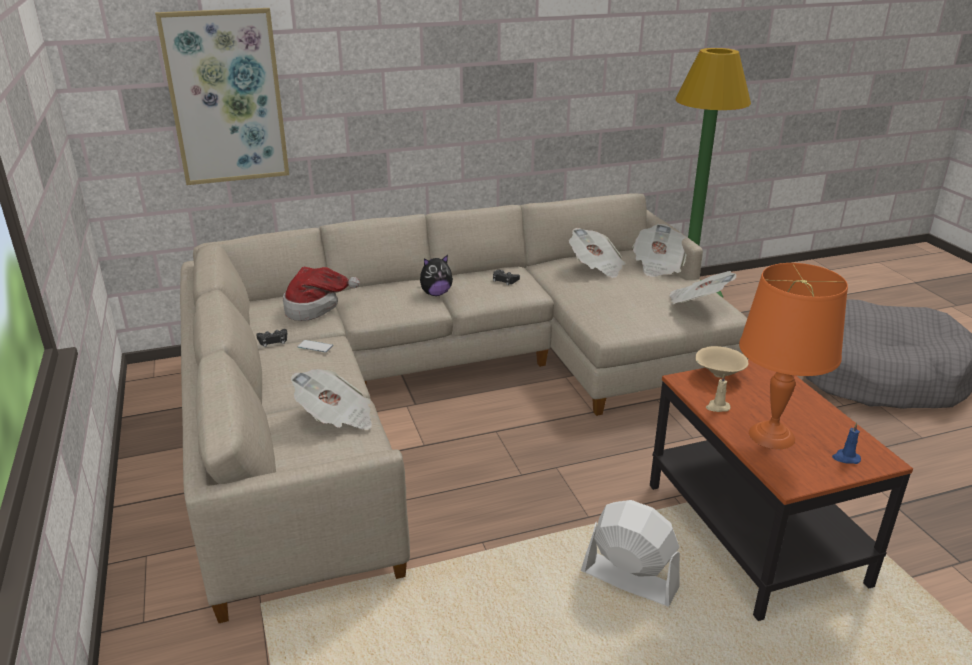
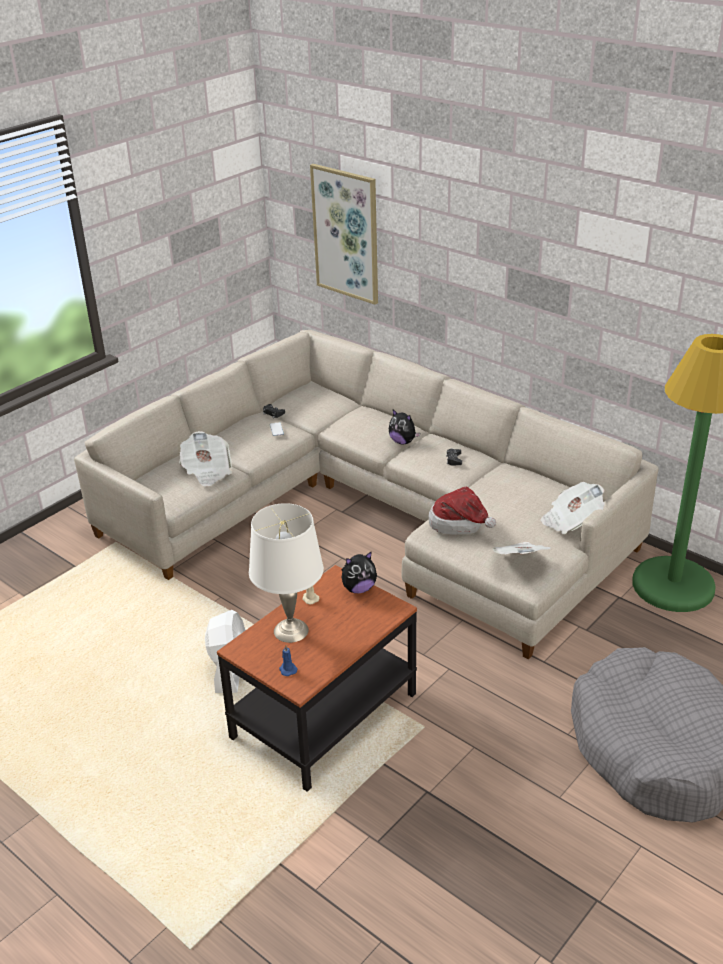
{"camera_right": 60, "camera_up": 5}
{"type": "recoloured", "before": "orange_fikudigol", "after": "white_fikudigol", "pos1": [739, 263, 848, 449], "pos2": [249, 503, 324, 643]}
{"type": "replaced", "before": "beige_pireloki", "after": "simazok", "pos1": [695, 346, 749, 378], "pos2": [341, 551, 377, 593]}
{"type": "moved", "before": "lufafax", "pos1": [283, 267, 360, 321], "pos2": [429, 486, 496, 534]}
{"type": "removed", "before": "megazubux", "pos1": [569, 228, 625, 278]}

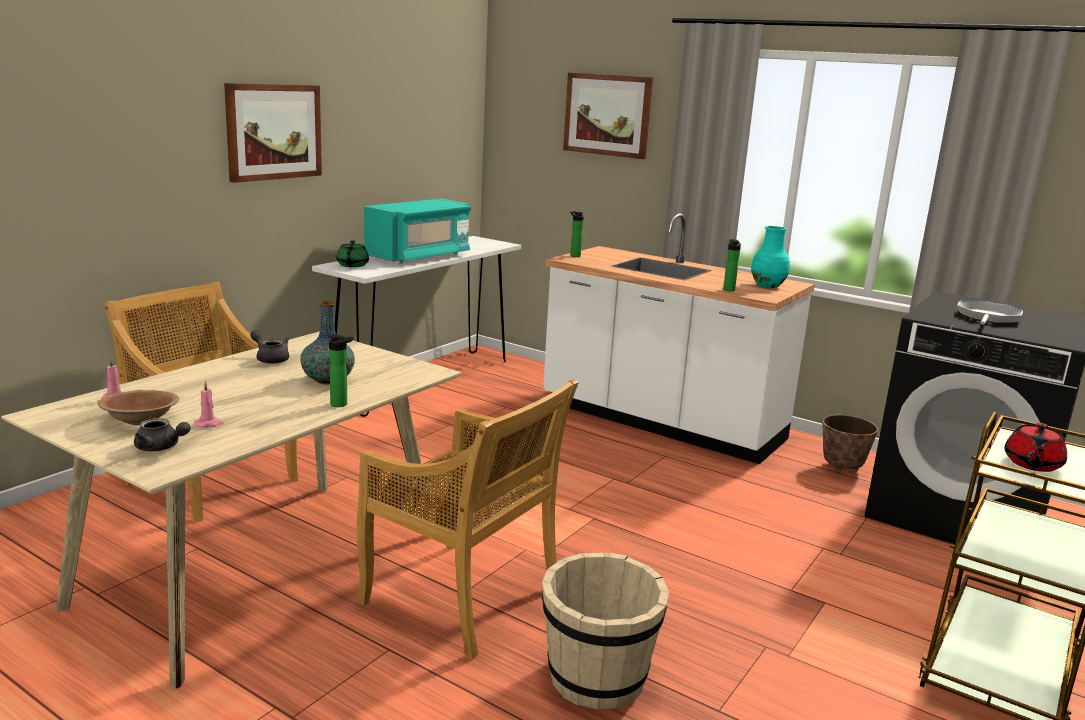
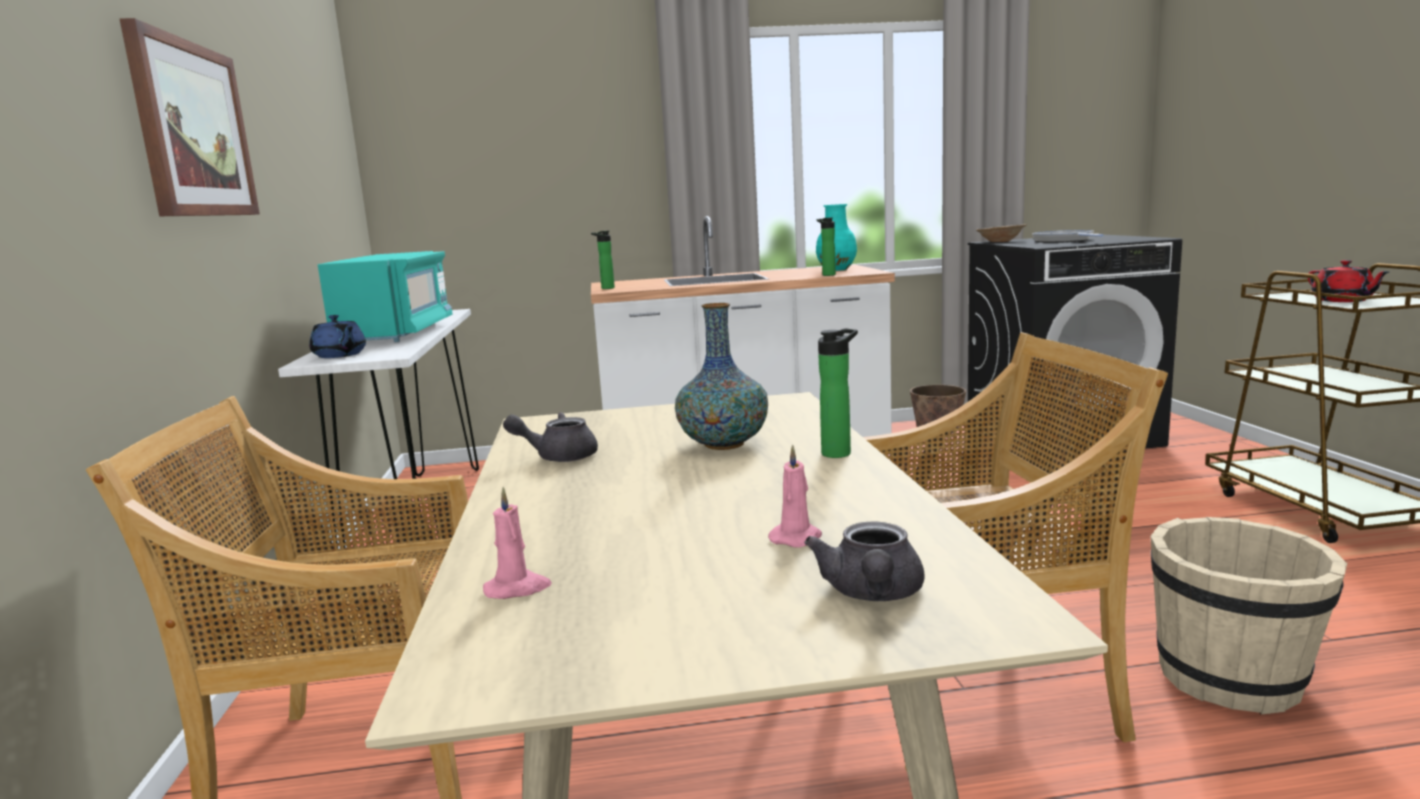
{"camera_right": -40, "camera_up": -5}
{"type": "recoloured", "before": "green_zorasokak", "after": "blue_zorasokak", "pos1": [336, 240, 369, 267], "pos2": [309, 315, 366, 358]}
{"type": "turned", "before": "grey_zorasokak", "pos1": [134, 418, 191, 451], "pos2": [804, 521, 924, 601], "turn": 120}
{"type": "moved", "before": "brown_pireloki", "pos1": [98, 390, 179, 425], "pos2": [976, 224, 1027, 242]}
{"type": "removed", "before": "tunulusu", "pos1": [563, 73, 653, 159]}

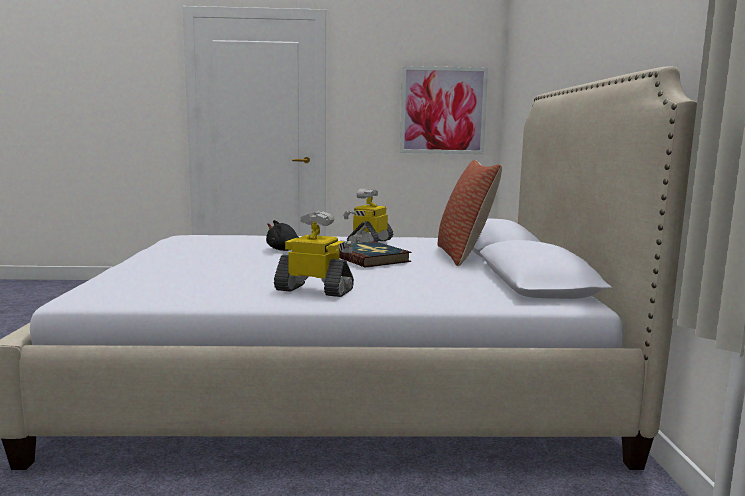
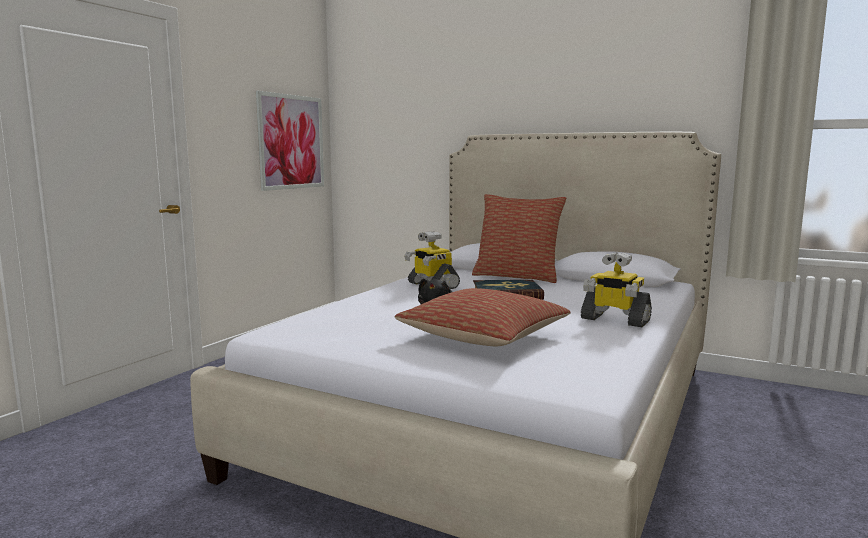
{"camera_right": -60, "camera_up": 0}
{"type": "added", "after": "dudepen", "pos2": [395, 288, 570, 346]}
{"type": "turned", "before": "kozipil", "pos1": [274, 211, 354, 297], "pos2": [581, 252, 652, 327], "turn": -105}

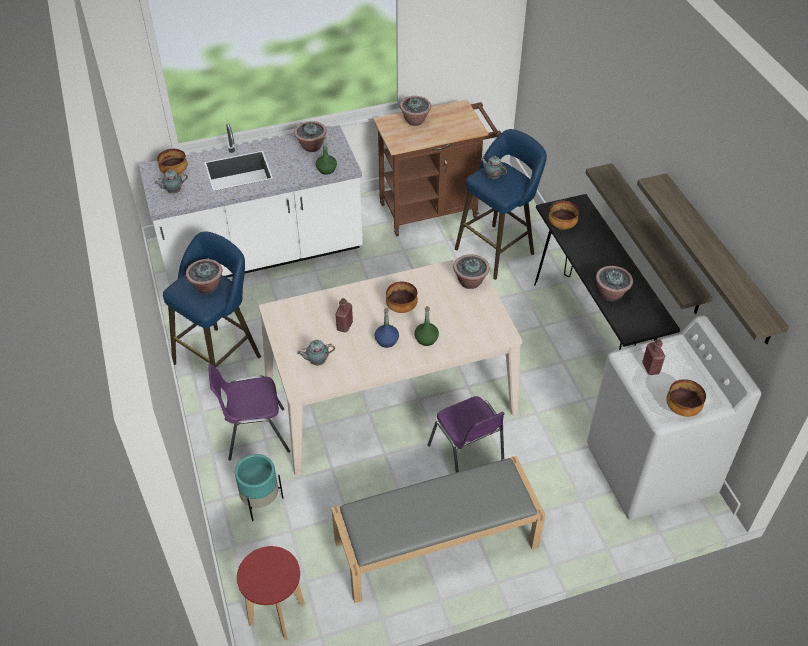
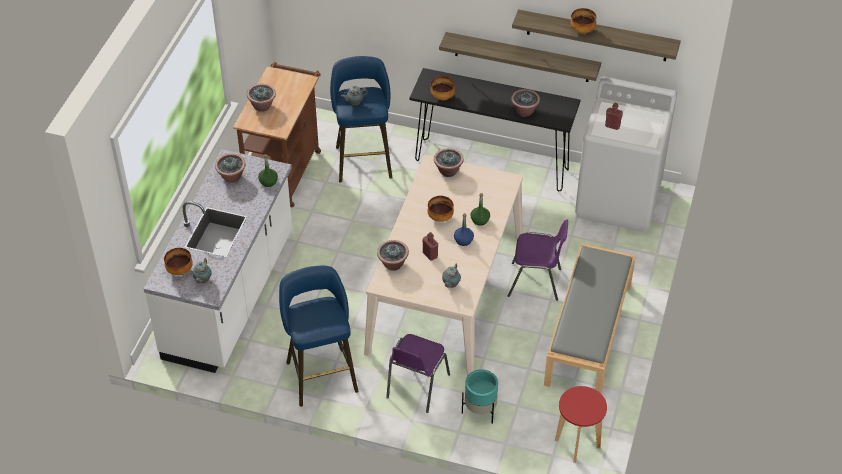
{"camera_right": -55, "camera_up": 0}
{"type": "moved", "before": "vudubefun", "pos1": [186, 259, 222, 294], "pos2": [377, 240, 409, 271]}
{"type": "moved", "before": "pireloki", "pos1": [666, 379, 706, 417], "pos2": [570, 8, 597, 34]}

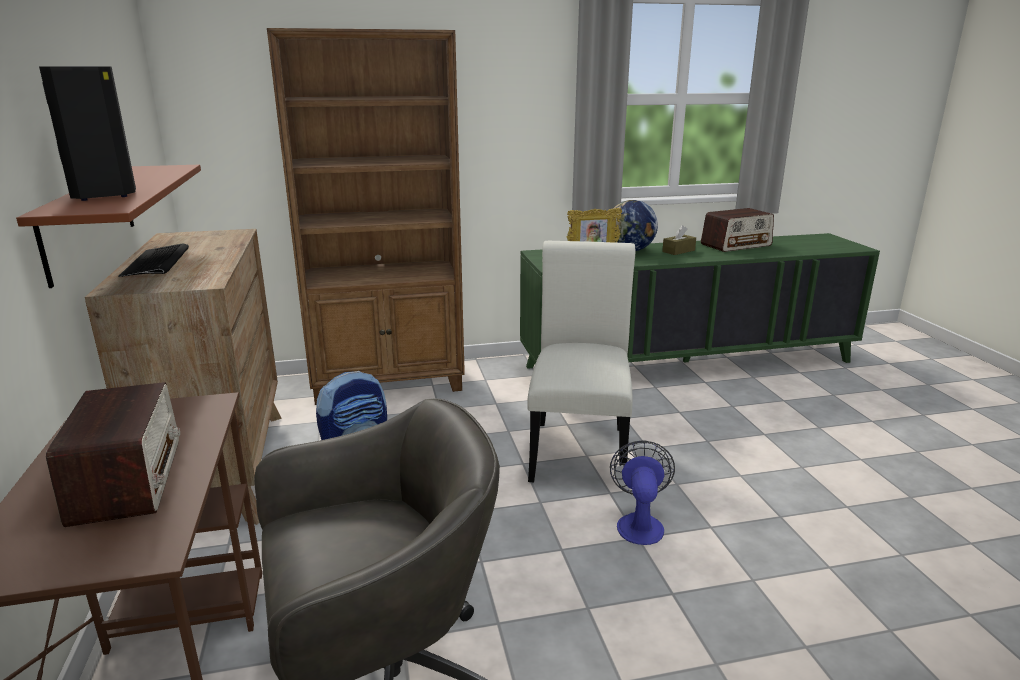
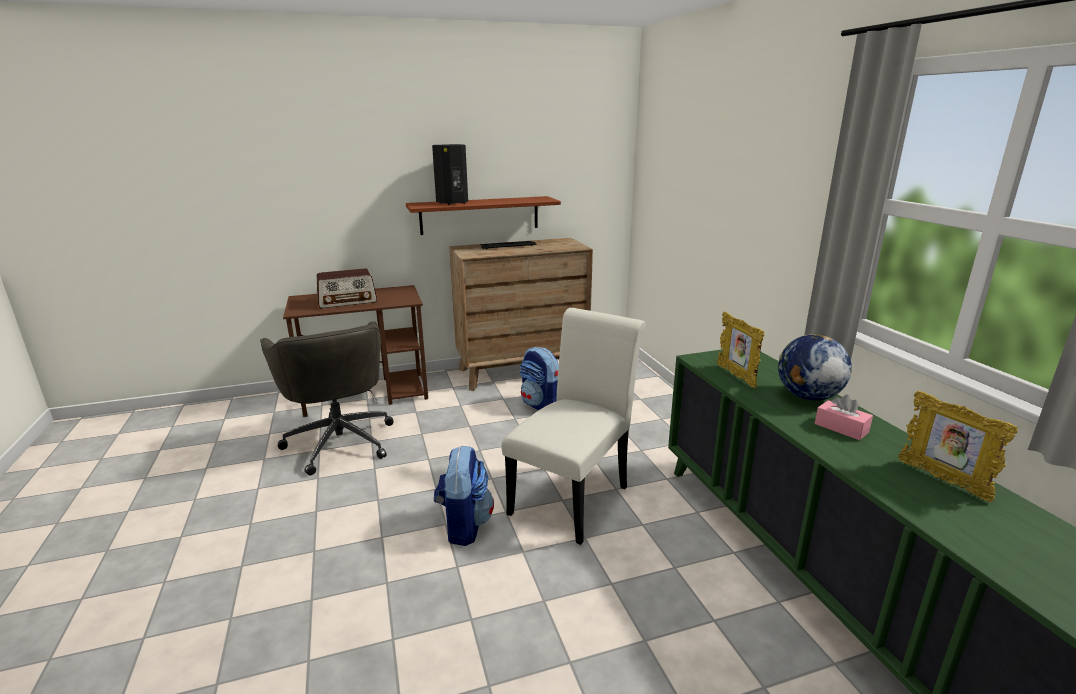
{"camera_right": 85, "camera_up": 0}
{"type": "replaced", "before": "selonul", "after": "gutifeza", "pos1": [610, 441, 675, 545], "pos2": [434, 445, 494, 546]}
{"type": "turned", "before": "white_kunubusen", "pos1": [527, 241, 635, 482], "pos2": [501, 308, 646, 545], "turn": -60}
{"type": "recoloured", "before": "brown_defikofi", "after": "pink_defikofi", "pos1": [662, 225, 696, 255], "pos2": [815, 395, 873, 440]}
{"type": "replaced", "before": "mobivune", "after": "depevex", "pos1": [701, 208, 774, 252], "pos2": [898, 391, 1018, 502]}
{"type": "removed", "before": "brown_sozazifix", "pos1": [267, 28, 465, 405]}

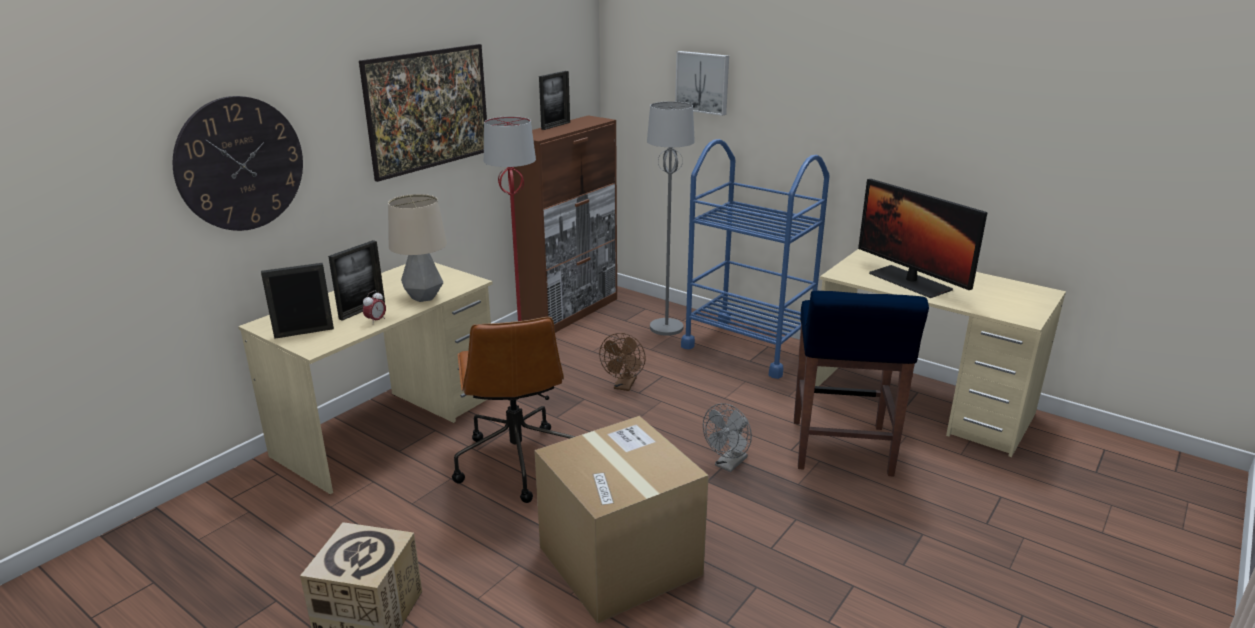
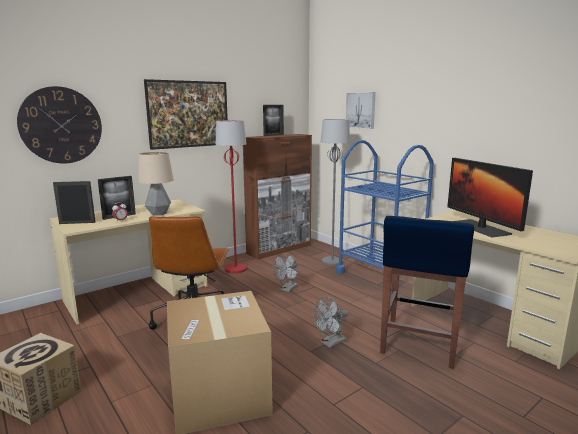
{"camera_right": 15, "camera_up": -10}
{"type": "recoloured", "before": "brown_selonul", "after": "grey_selonul", "pos1": [599, 333, 646, 391], "pos2": [273, 253, 299, 292]}

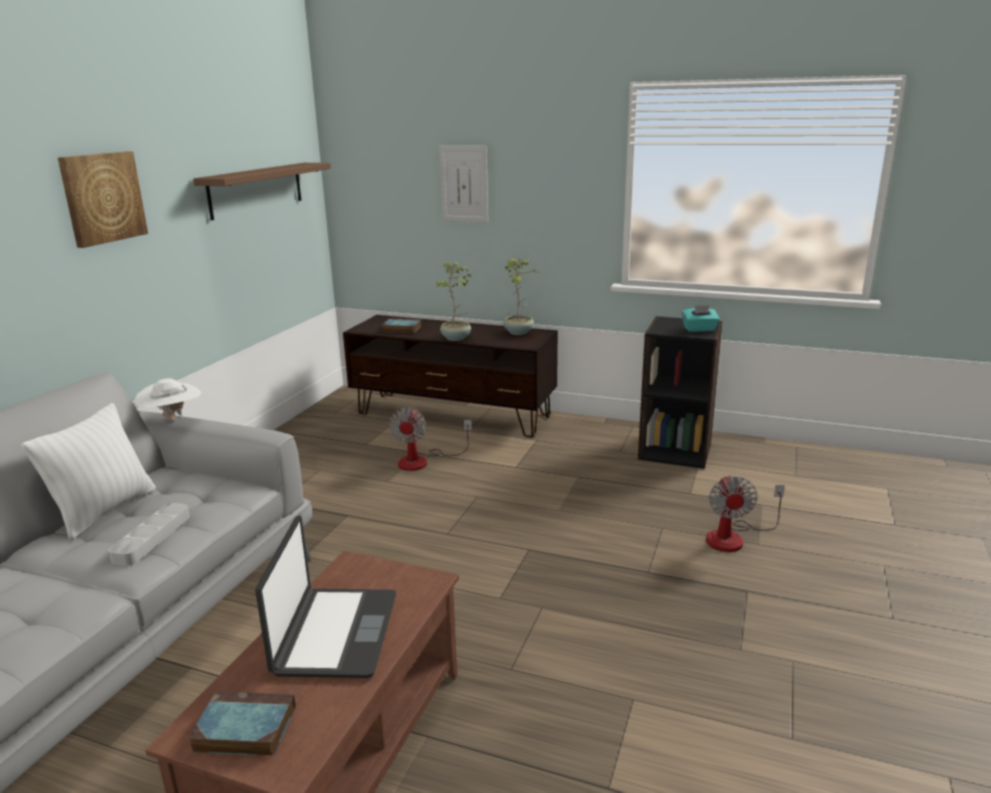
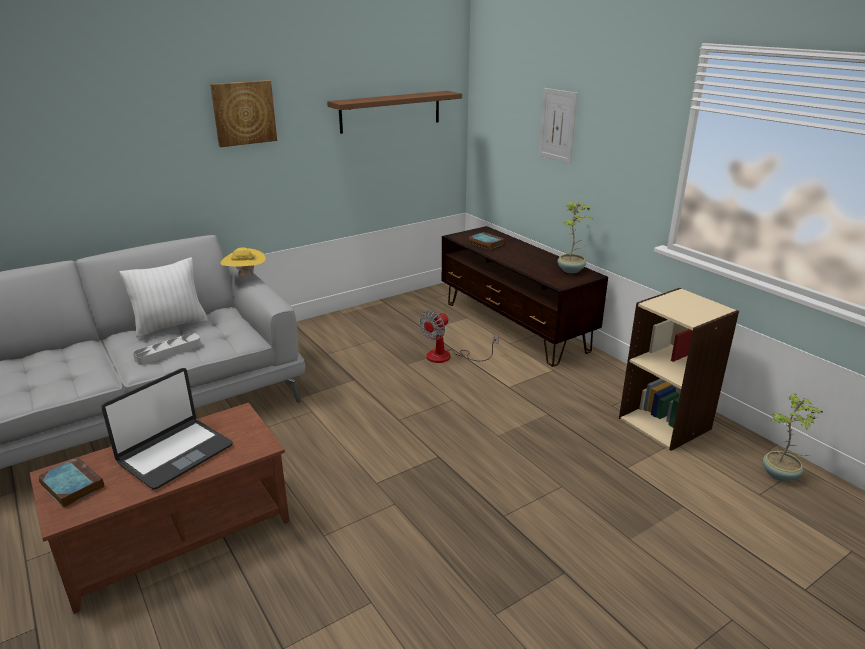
{"camera_right": 35, "camera_up": 5}
{"type": "recoloured", "before": "white_lufafax", "after": "yellow_lufafax", "pos1": [135, 378, 201, 420], "pos2": [220, 247, 266, 277]}
{"type": "recoloured", "before": "black_sozazifix", "after": "beige_sozazifix", "pos1": [638, 316, 723, 469], "pos2": [619, 288, 739, 451]}
{"type": "moved", "before": "vudubefun", "pos1": [434, 262, 471, 341], "pos2": [763, 393, 823, 481]}
{"type": "removed", "before": "turquoise_defikofi", "pos1": [682, 305, 720, 332]}
{"type": "removed", "before": "selonul", "pos1": [706, 475, 785, 552]}

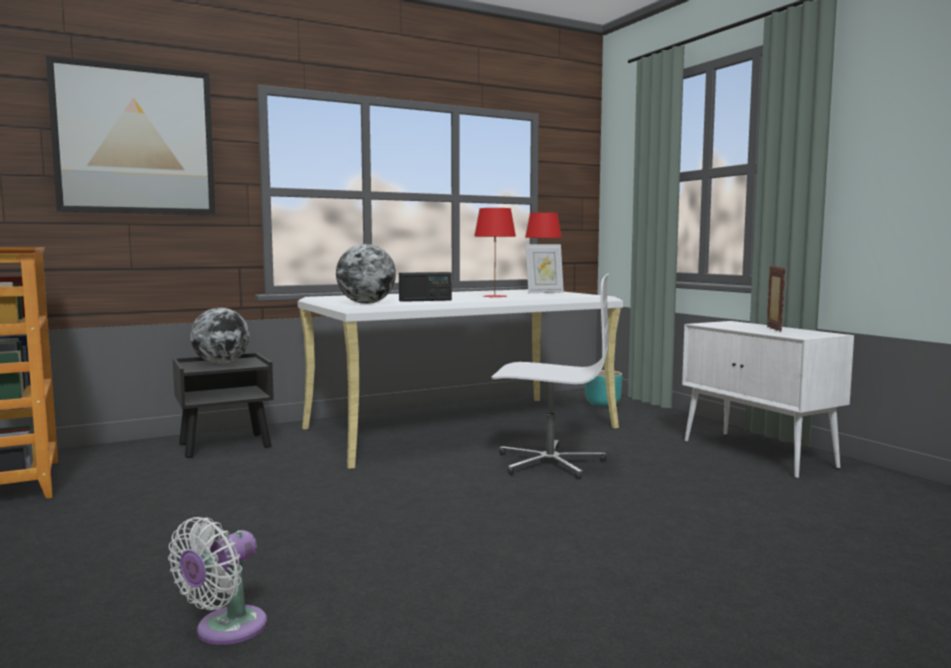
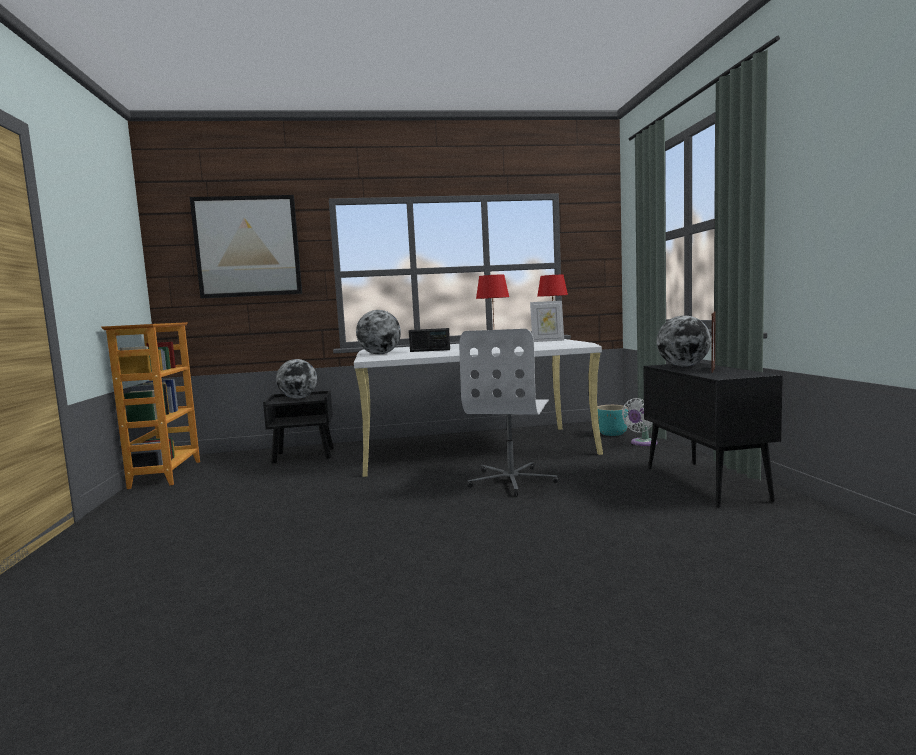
{"camera_right": 20, "camera_up": 0}
{"type": "turned", "before": "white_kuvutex", "pos1": [492, 274, 609, 480], "pos2": [459, 329, 558, 496], "turn": 75}
{"type": "moved", "before": "white_selonul", "pos1": [168, 517, 267, 645], "pos2": [622, 398, 658, 446]}
{"type": "recoloured", "before": "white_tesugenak", "after": "black_tesugenak", "pos1": [682, 321, 854, 479], "pos2": [643, 363, 783, 508]}
{"type": "added", "after": "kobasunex", "pos2": [657, 315, 711, 366]}

